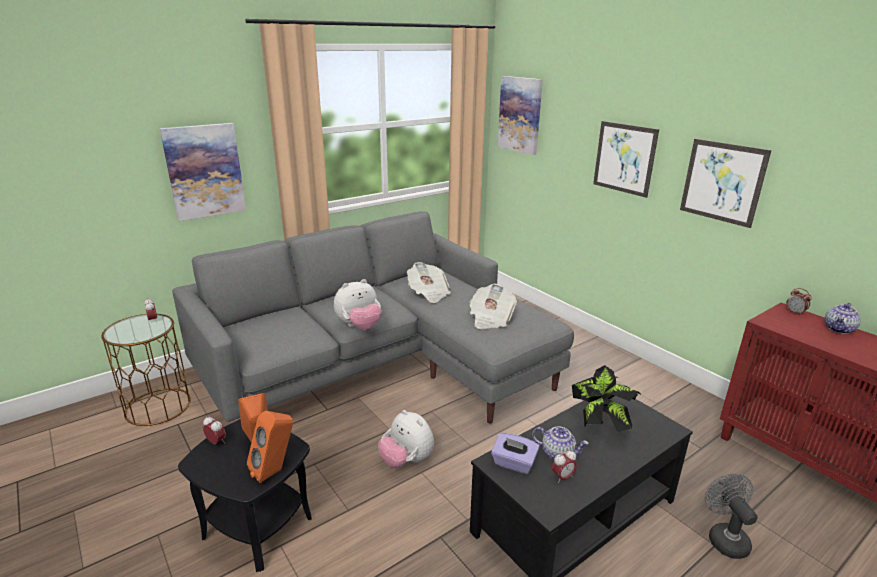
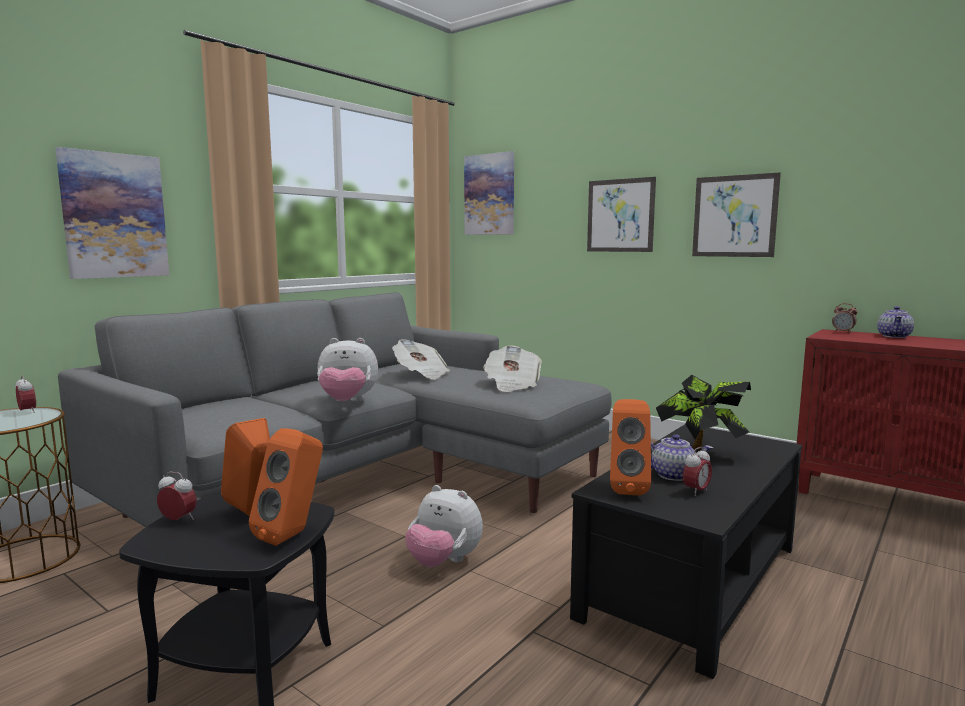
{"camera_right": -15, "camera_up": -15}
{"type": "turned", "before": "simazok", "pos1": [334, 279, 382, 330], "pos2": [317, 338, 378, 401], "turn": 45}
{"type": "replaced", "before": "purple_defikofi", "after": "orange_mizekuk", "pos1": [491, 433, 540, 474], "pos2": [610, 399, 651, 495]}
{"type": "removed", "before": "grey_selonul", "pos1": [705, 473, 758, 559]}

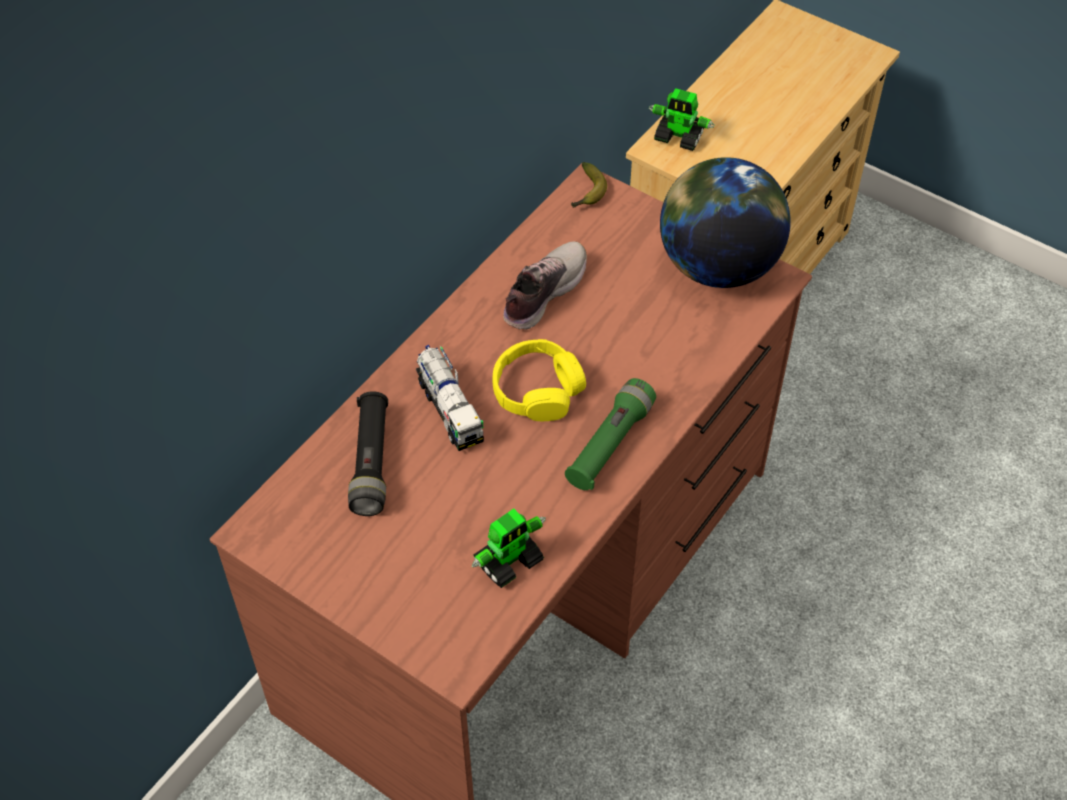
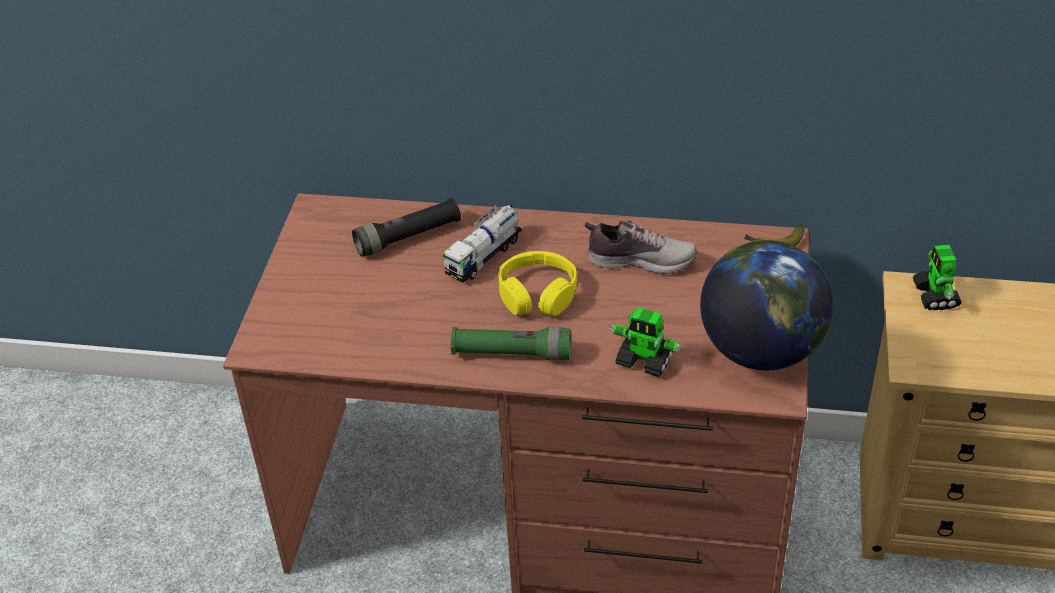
{"camera_right": 65, "camera_up": -10}
{"type": "moved", "before": "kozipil", "pos1": [472, 509, 546, 588], "pos2": [609, 307, 683, 377]}

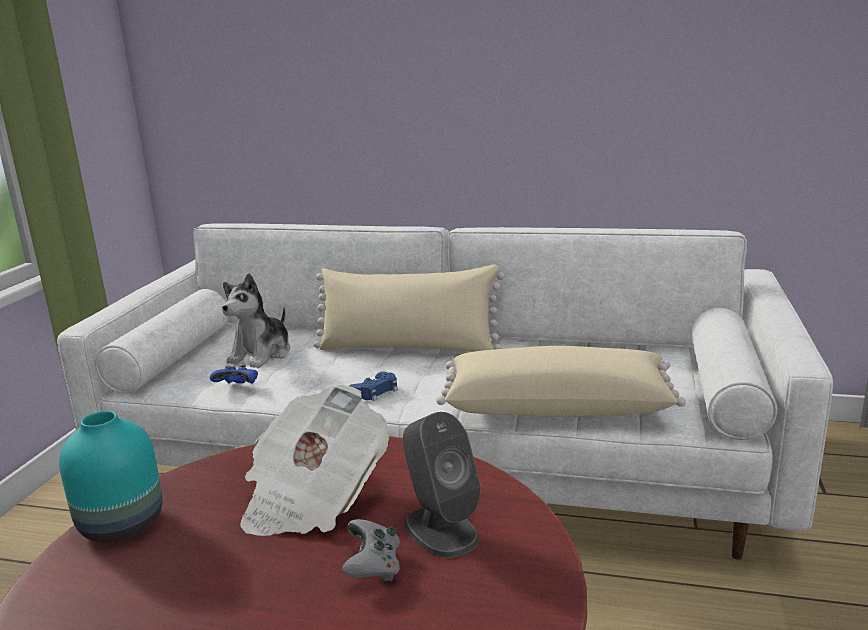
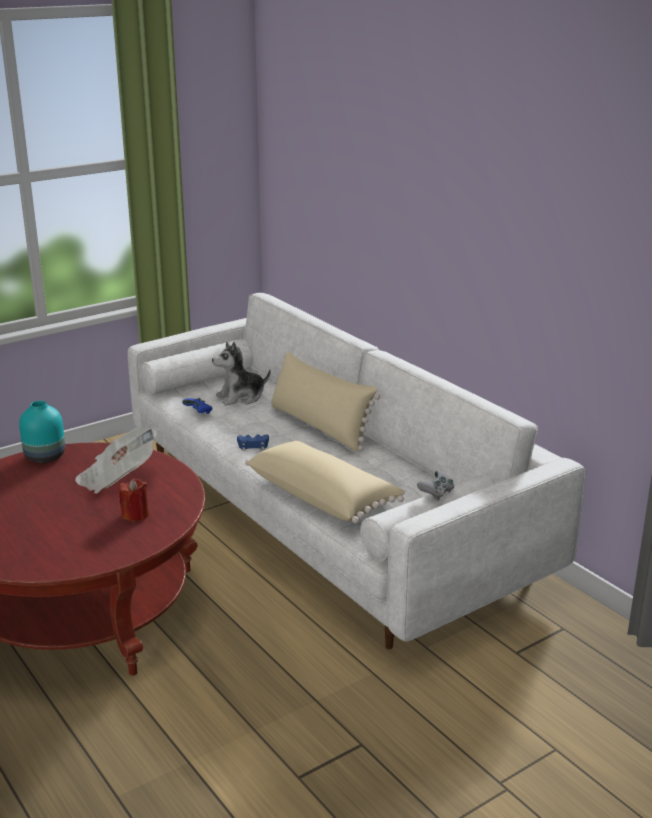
{"camera_right": 40, "camera_up": 5}
{"type": "replaced", "before": "grey_mizekuk", "after": "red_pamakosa", "pos1": [403, 412, 481, 558], "pos2": [119, 479, 149, 522]}
{"type": "moved", "before": "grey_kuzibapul", "pos1": [342, 519, 400, 581], "pos2": [417, 470, 454, 501]}

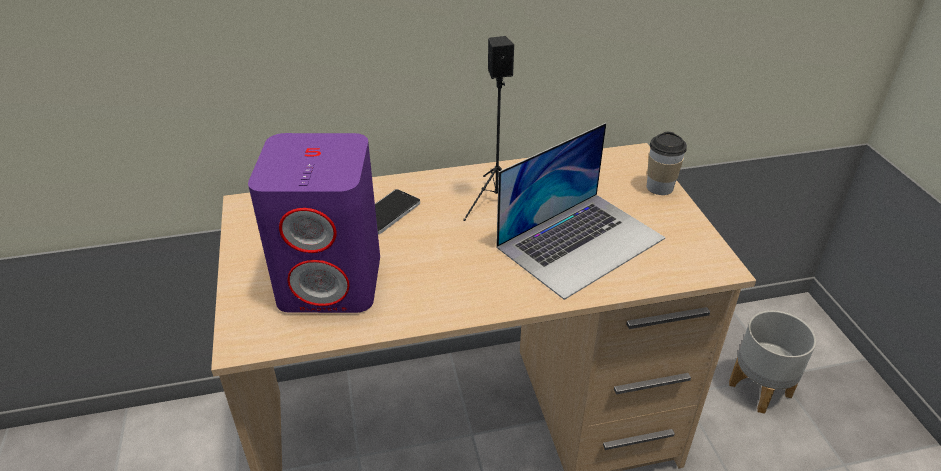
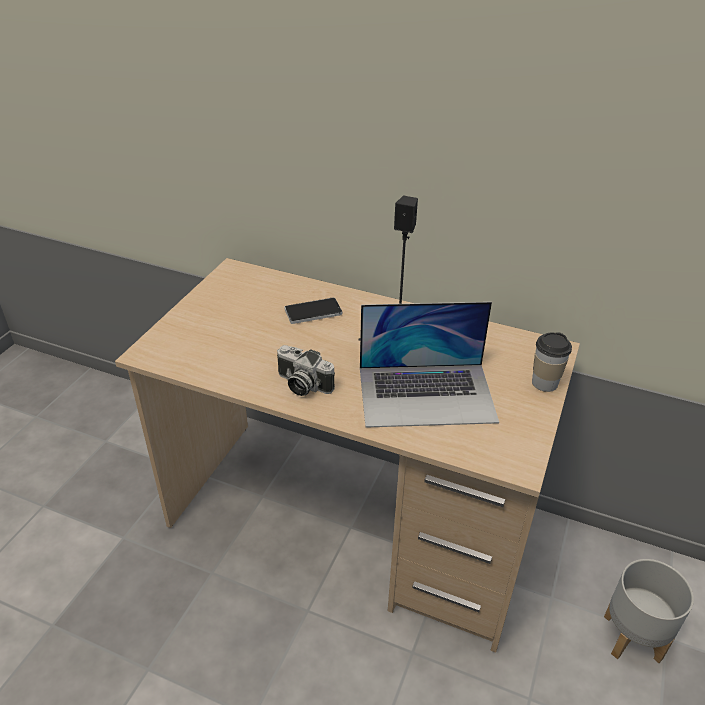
{"camera_right": 35, "camera_up": 0}
{"type": "added", "after": "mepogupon", "pos2": [277, 345, 335, 396]}
{"type": "removed", "before": "purple_mizekuk", "pos1": [248, 133, 380, 313]}

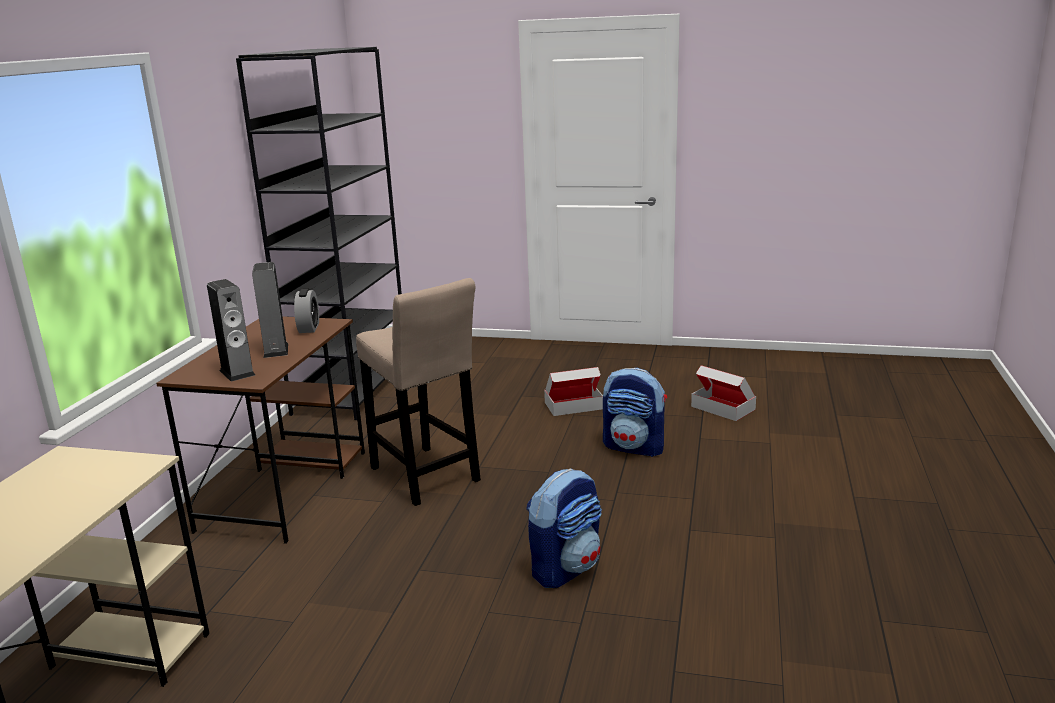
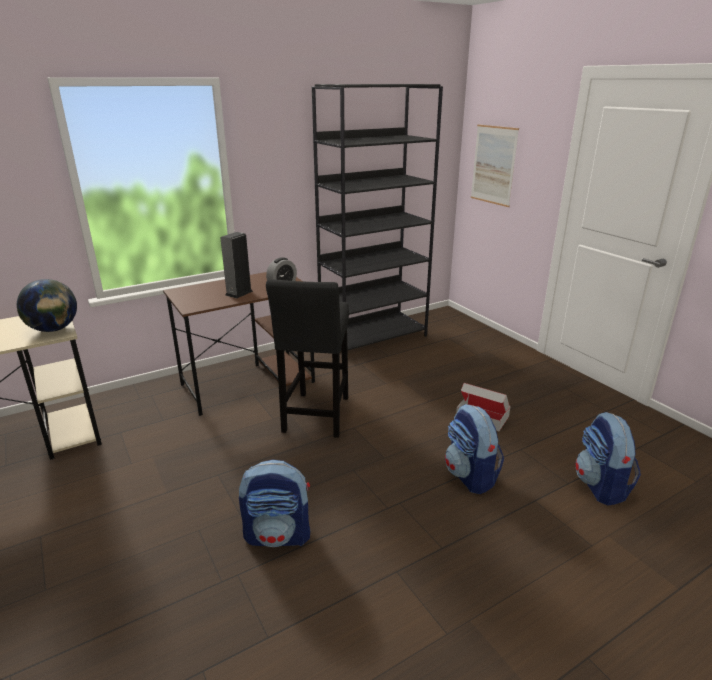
{"camera_right": 45, "camera_up": 5}
{"type": "added", "after": "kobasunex", "pos2": [17, 279, 77, 332]}
{"type": "recoloured", "before": "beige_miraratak", "after": "black_miraratak", "pos1": [356, 278, 481, 506], "pos2": [266, 279, 349, 438]}
{"type": "added", "after": "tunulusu", "pos2": [471, 124, 519, 207]}
{"type": "replaced", "before": "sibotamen", "after": "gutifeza", "pos1": [691, 365, 756, 421], "pos2": [575, 412, 641, 505]}
{"type": "removed", "before": "mizekuk", "pos1": [207, 279, 255, 382]}

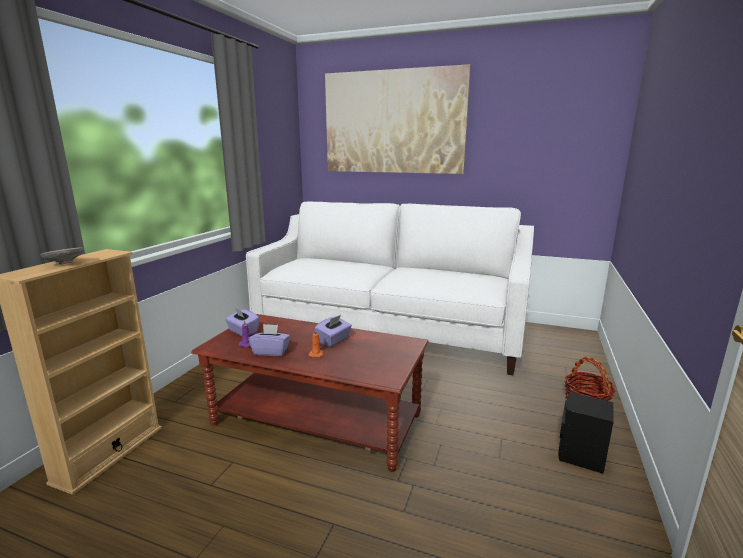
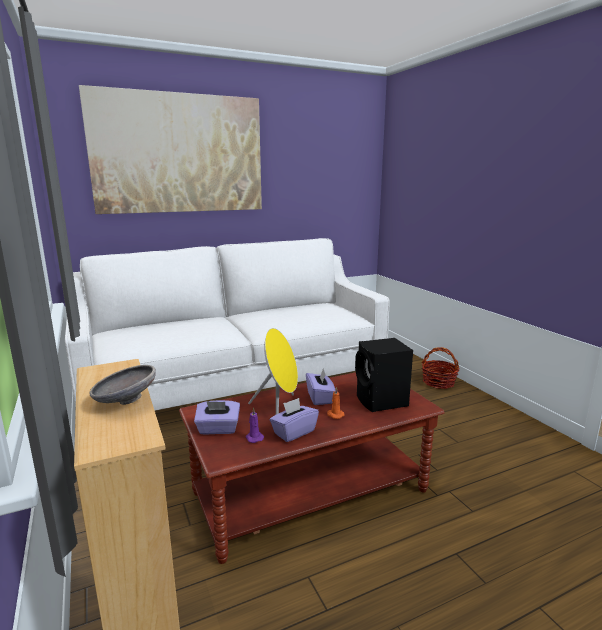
{"camera_right": -45, "camera_up": 0}
{"type": "added", "after": "yellow_mizekuk", "pos2": [248, 328, 298, 414]}
{"type": "moved", "before": "black_mizekuk", "pos1": [558, 392, 614, 474], "pos2": [355, 338, 413, 412]}

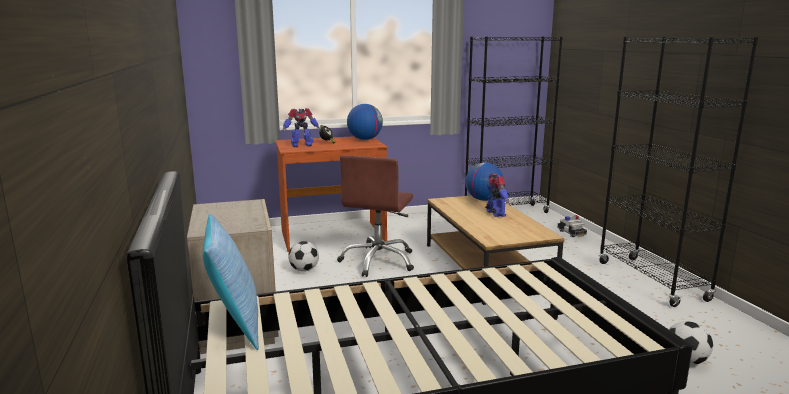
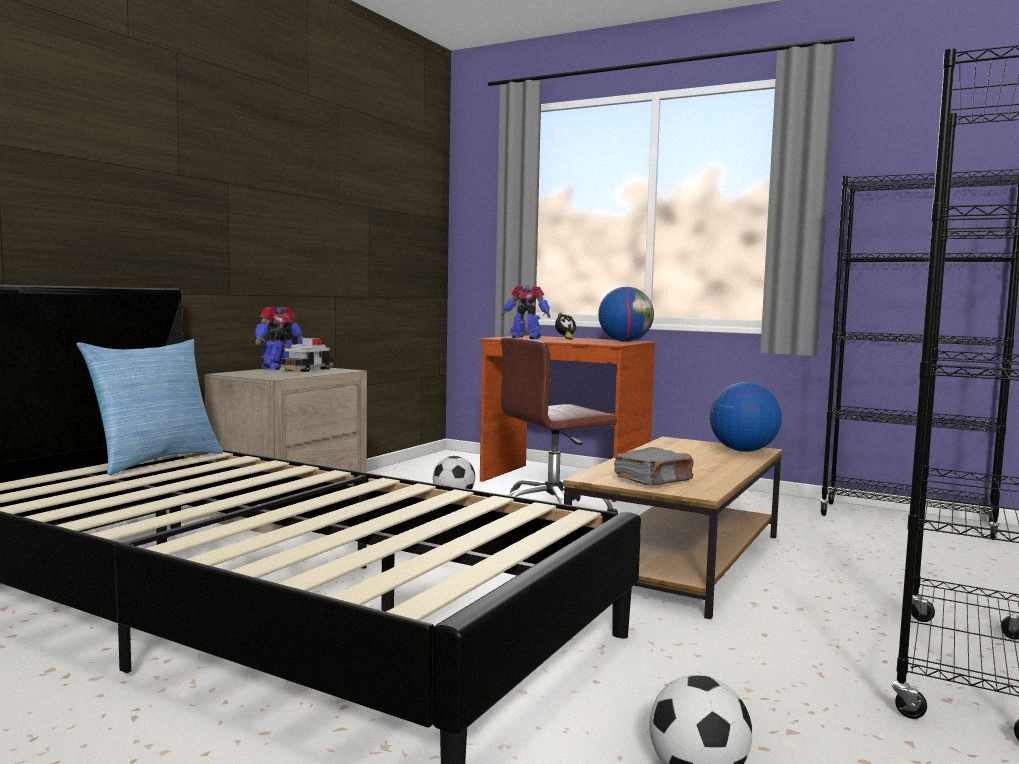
{"camera_right": 45, "camera_up": -10}
{"type": "moved", "before": "kozipil", "pos1": [485, 173, 509, 217], "pos2": [255, 307, 303, 370]}
{"type": "moved", "before": "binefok", "pos1": [558, 215, 587, 237], "pos2": [281, 338, 333, 372]}
{"type": "added", "after": "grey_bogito", "pos2": [614, 447, 694, 486]}

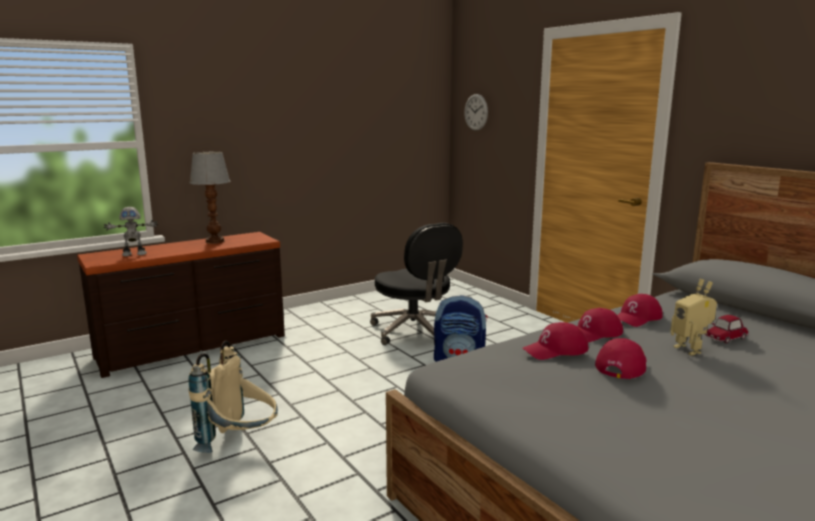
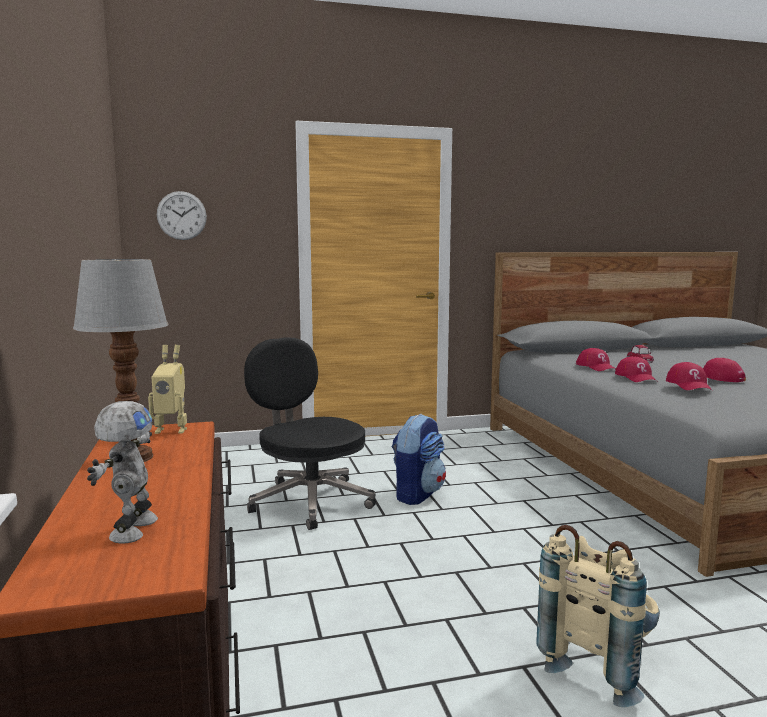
{"camera_right": -70, "camera_up": -5}
{"type": "moved", "before": "kozipil", "pos1": [671, 279, 717, 356], "pos2": [148, 345, 187, 434]}
{"type": "turned", "before": "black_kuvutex", "pos1": [370, 223, 463, 345], "pos2": [244, 337, 376, 530], "turn": -120}

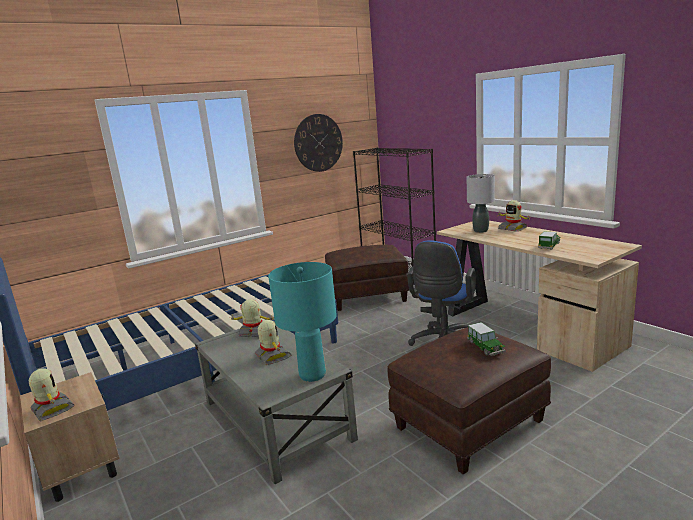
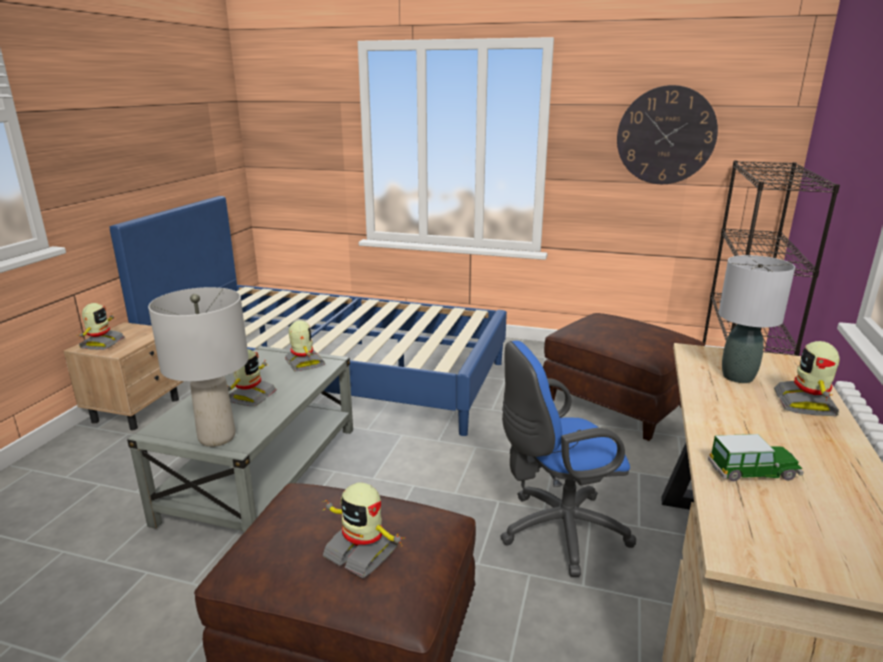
{"camera_right": 50, "camera_up": 5}
{"type": "recoloured", "before": "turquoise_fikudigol", "after": "grey_fikudigol", "pos1": [268, 262, 337, 382], "pos2": [148, 287, 249, 447]}
{"type": "replaced", "before": "binefok", "after": "kozipil", "pos1": [467, 322, 506, 356], "pos2": [322, 483, 405, 578]}

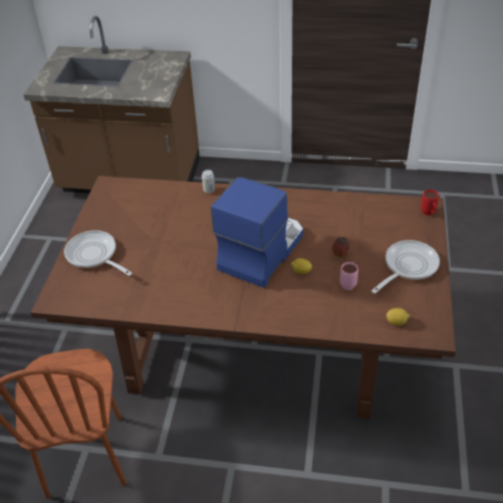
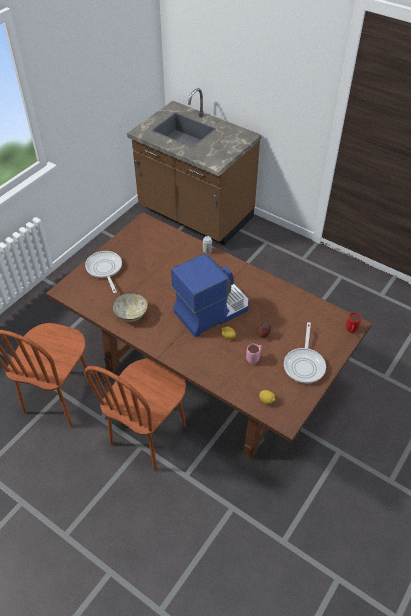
{"camera_right": 25, "camera_up": 5}
{"type": "added", "after": "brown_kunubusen", "pos2": [84, 359, 186, 471]}
{"type": "added", "after": "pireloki", "pos2": [112, 292, 148, 322]}
{"type": "turned", "before": "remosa", "pos1": [371, 240, 440, 293], "pos2": [284, 322, 326, 383], "turn": 120}

